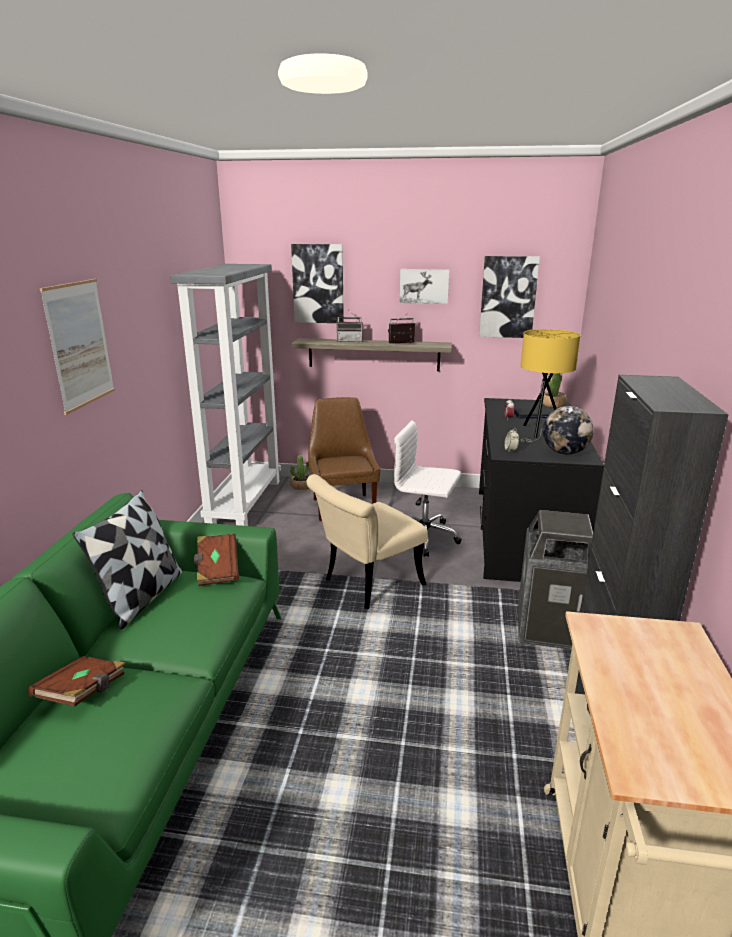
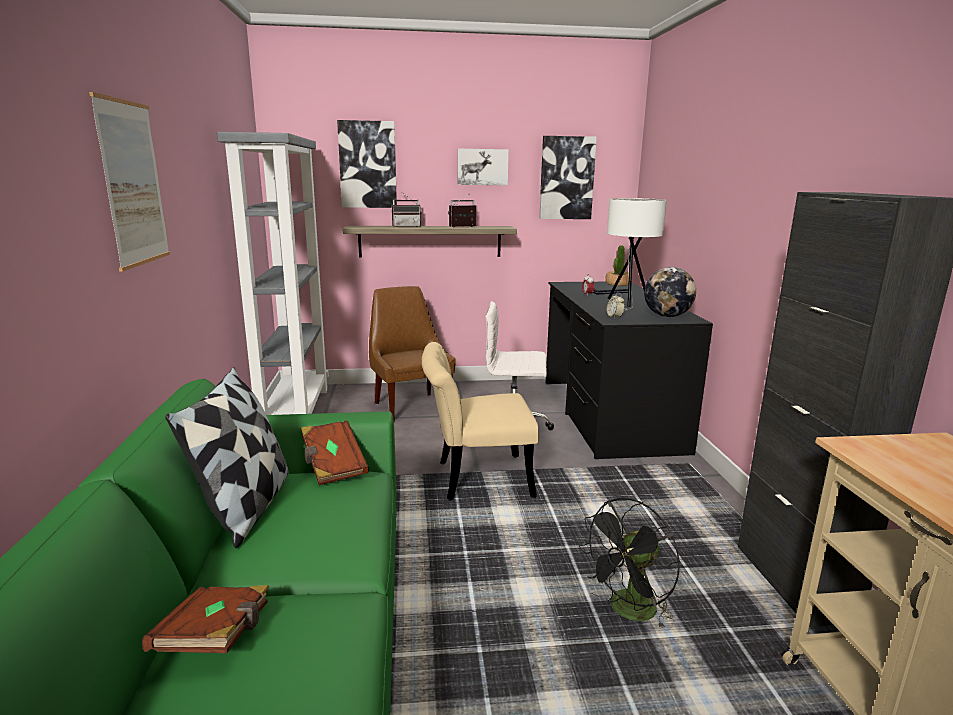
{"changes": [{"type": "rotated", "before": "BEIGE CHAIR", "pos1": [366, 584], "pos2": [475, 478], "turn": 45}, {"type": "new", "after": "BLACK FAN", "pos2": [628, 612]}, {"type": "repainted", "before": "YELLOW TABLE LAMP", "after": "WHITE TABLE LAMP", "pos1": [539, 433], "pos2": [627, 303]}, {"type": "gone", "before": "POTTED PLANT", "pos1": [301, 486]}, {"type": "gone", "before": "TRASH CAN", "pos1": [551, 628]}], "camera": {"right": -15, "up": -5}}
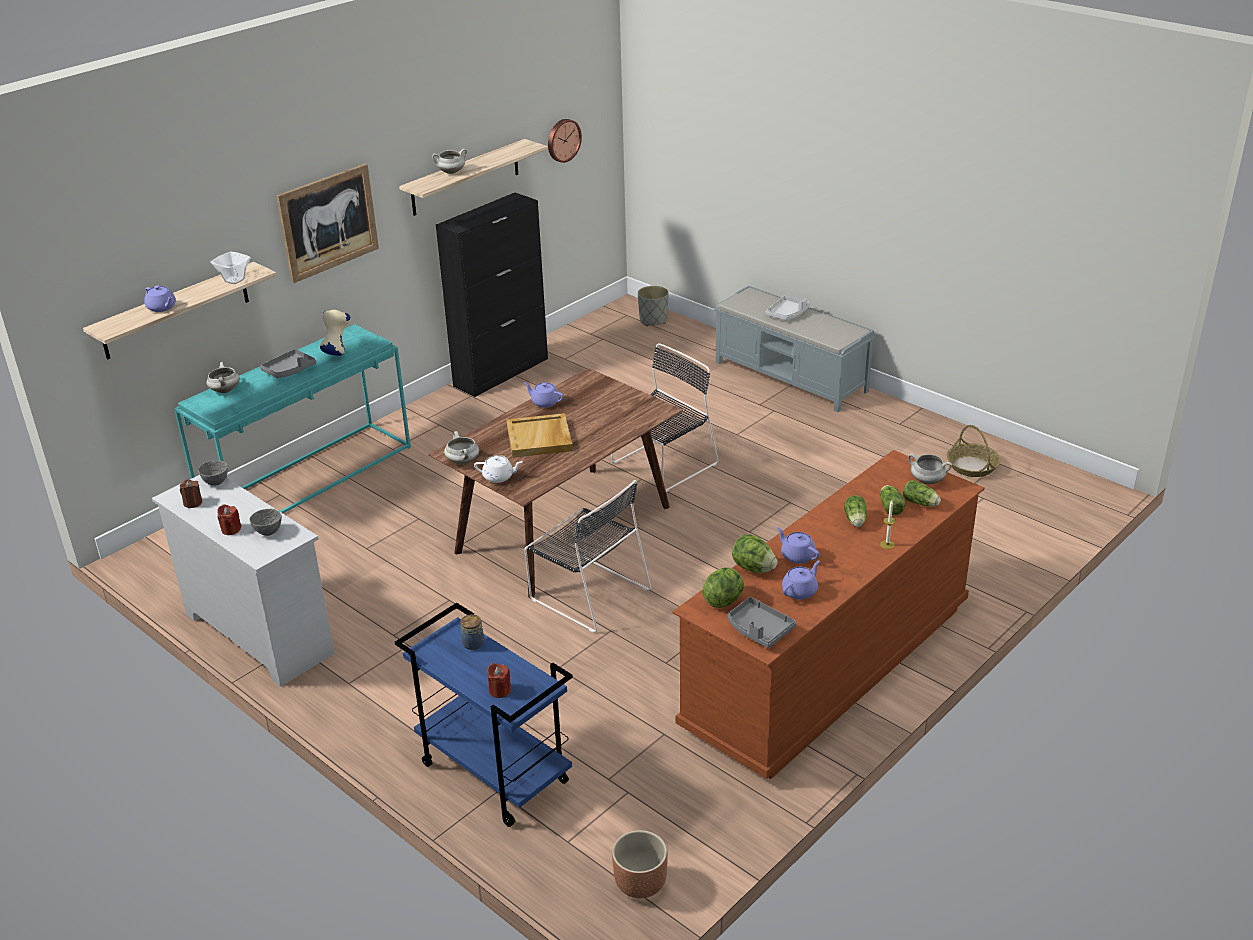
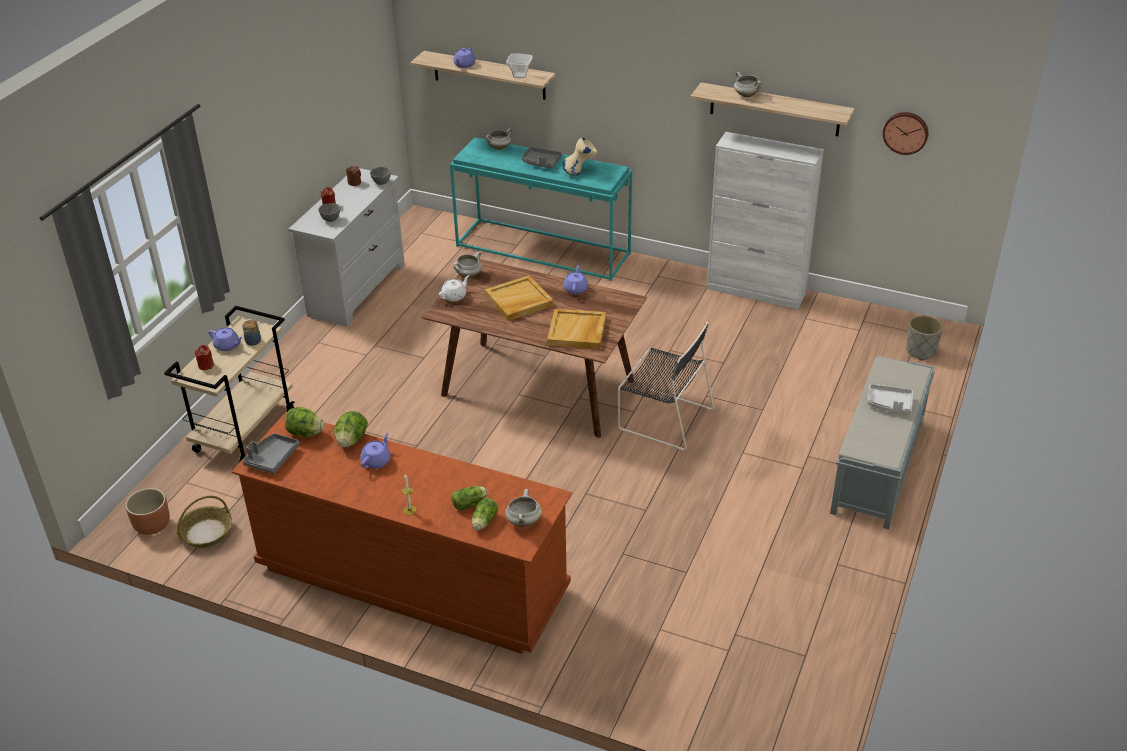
{"changes": [{"type": "repainted", "before": "BLUE CART", "after": "BEIGE CART", "pos1": [492, 773], "pos2": [245, 430]}, {"type": "shifted", "before": "BASKET", "pos1": [972, 466], "pos2": [206, 533]}, {"type": "shifted", "before": "PURPLE TEAPOT", "pos1": [800, 591], "pos2": [227, 346]}, {"type": "rotated", "before": "WHITE TEAPOT", "pos1": [499, 477], "pos2": [454, 296], "turn": -120}, {"type": "new", "after": "BEIGE TRAY", "pos2": [577, 331]}, {"type": "repainted", "before": "BLACK CABINET", "after": "WHITE CABINET", "pos1": [501, 372], "pos2": [756, 291]}, {"type": "gone", "before": "PICTURE", "pos1": [328, 222]}, {"type": "gone", "before": "BLACK CHAIR", "pos1": [587, 593]}, {"type": "gone", "before": "LETTUCE", "pos1": [855, 521]}], "camera": {"right": 70, "up": 5}}
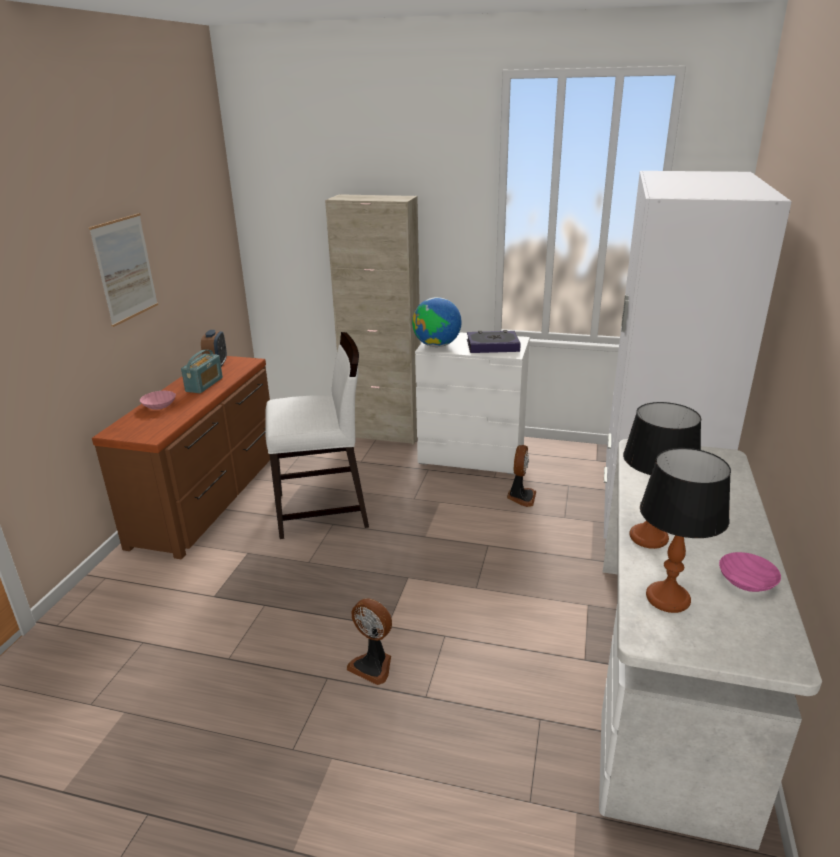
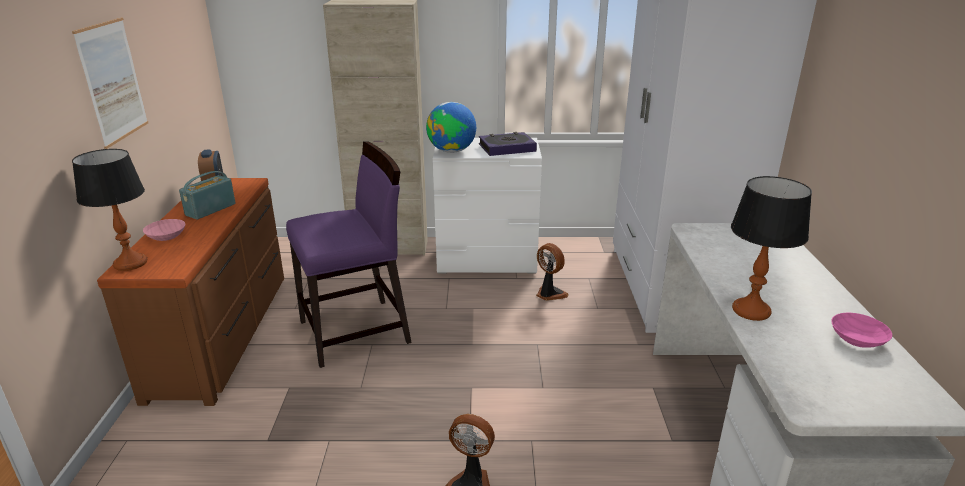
{"changes": [{"type": "shifted", "before": "TABLE LAMP", "pos1": [668, 599], "pos2": [130, 263]}, {"type": "rotated", "before": "RADIO", "pos1": [204, 384], "pos2": [210, 209], "turn": -150}, {"type": "repainted", "before": "WHITE CHAIR", "after": "PURPLE CHAIR", "pos1": [323, 510], "pos2": [356, 332]}, {"type": "rotated", "before": "FAN", "pos1": [521, 497], "pos2": [549, 294], "turn": -45}], "camera": {"right": -15, "up": 0}}
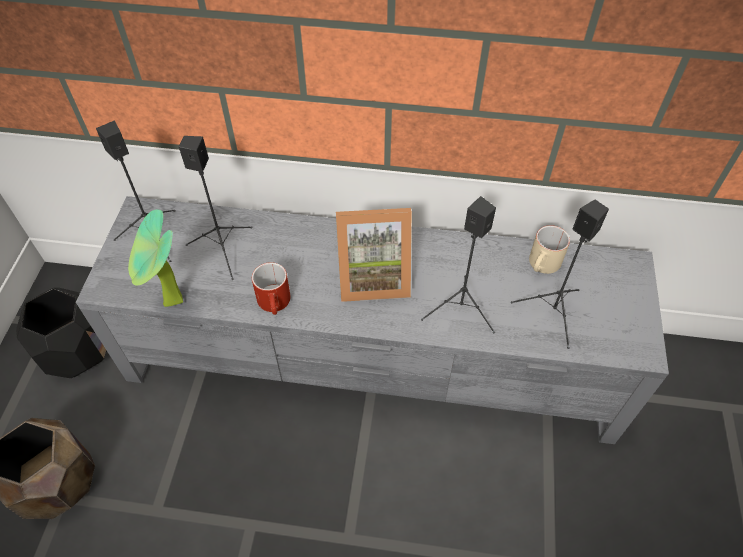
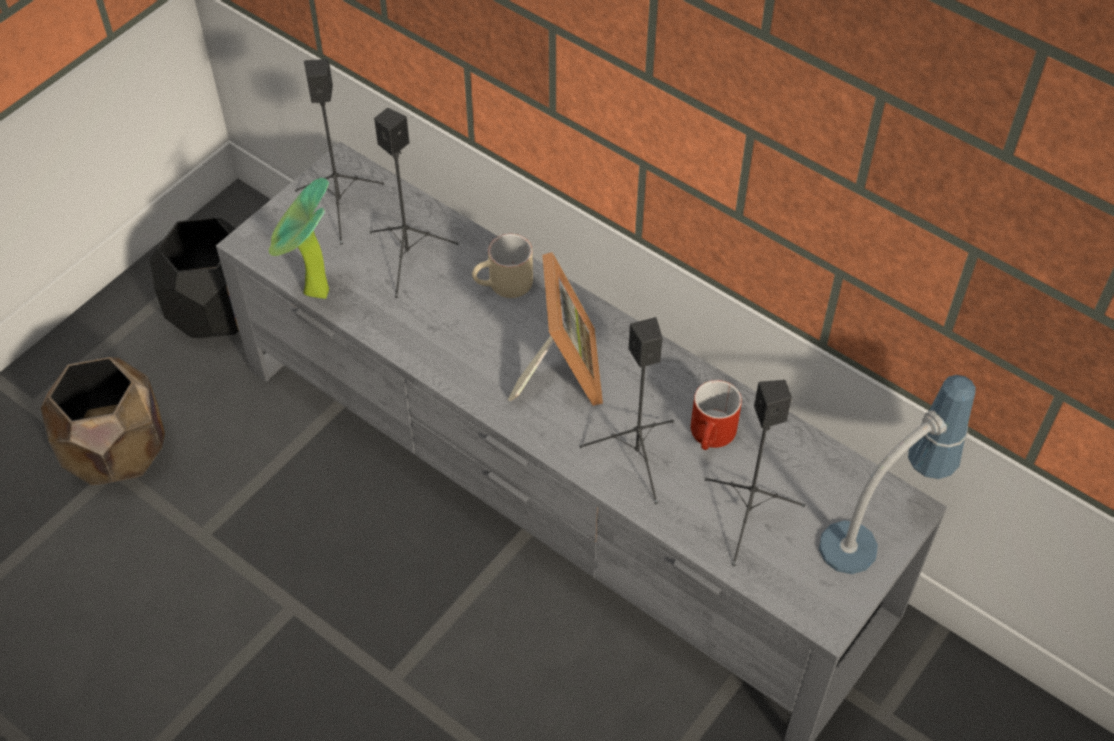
{"changes": [{"type": "shifted", "before": "BEIGE MUG", "pos1": [543, 266], "pos2": [503, 285]}, {"type": "rotated", "before": "PICTURE FRAME", "pos1": [373, 277], "pos2": [559, 370], "turn": -120}, {"type": "shifted", "before": "RED MUG", "pos1": [275, 304], "pos2": [712, 437]}, {"type": "new", "after": "TABLE LAMP", "pos2": [879, 529]}], "camera": {"right": 30, "up": 0}}
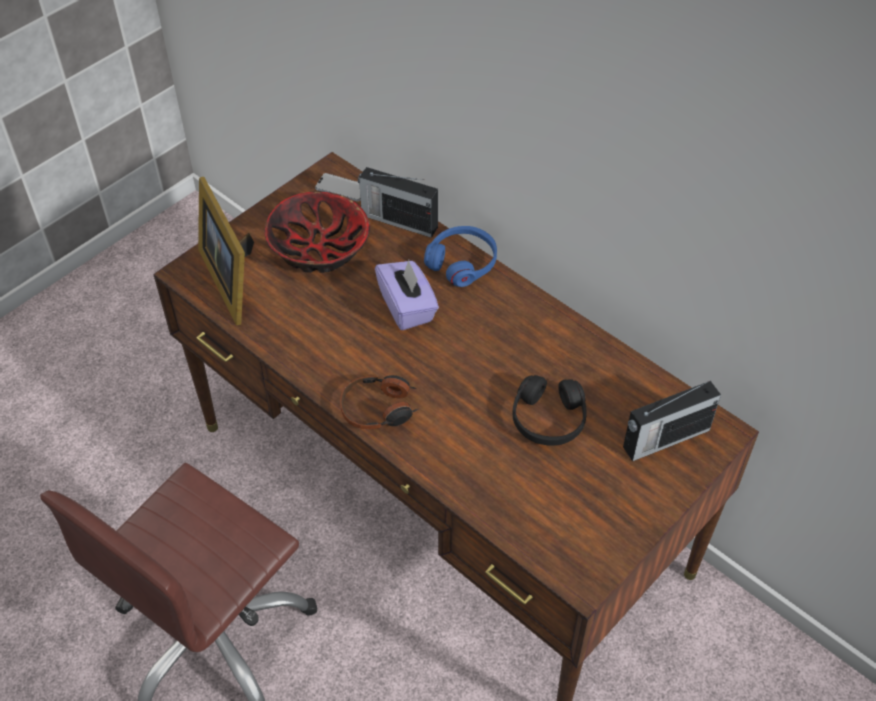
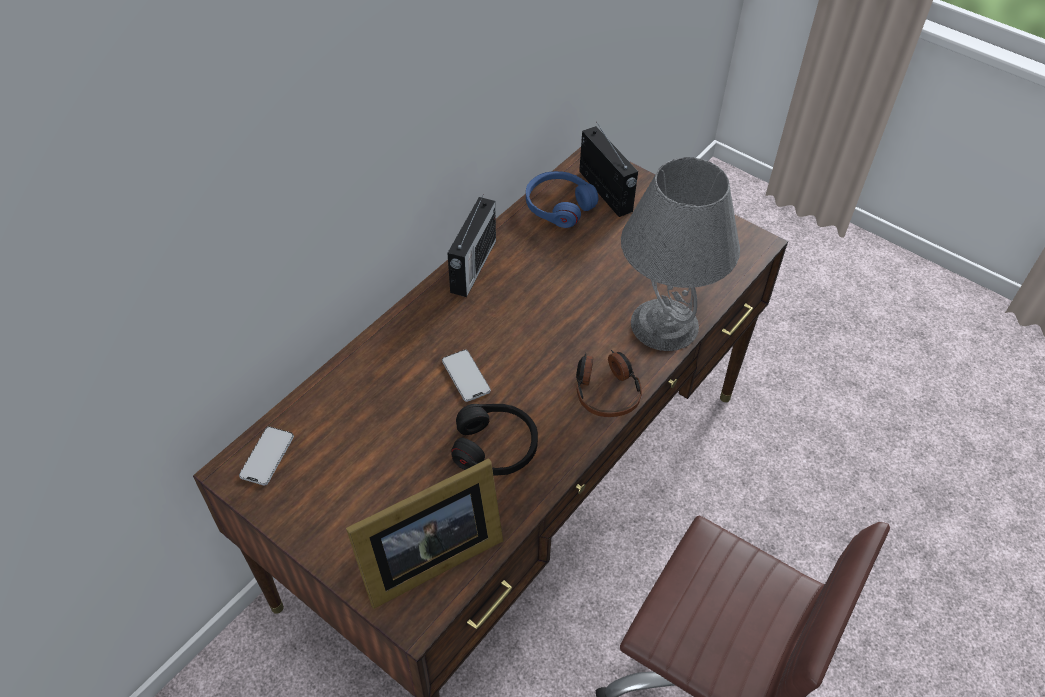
{"changes": [{"type": "swapped", "before": "PURPLE TISSUE BOX", "after": "PHONE", "pos1": [407, 307], "pos2": [466, 376]}, {"type": "shifted", "before": "RADIO", "pos1": [398, 220], "pos2": [472, 267]}, {"type": "shifted", "before": "BLACK HEADPHONES", "pos1": [548, 419], "pos2": [495, 447]}, {"type": "shifted", "before": "BLUE HEADPHONES", "pos1": [462, 262], "pos2": [558, 206]}, {"type": "new", "after": "GREY TABLE LAMP", "pos2": [665, 324]}, {"type": "gone", "before": "BOWL", "pos1": [320, 249]}], "camera": {"right": -95, "up": 0}}
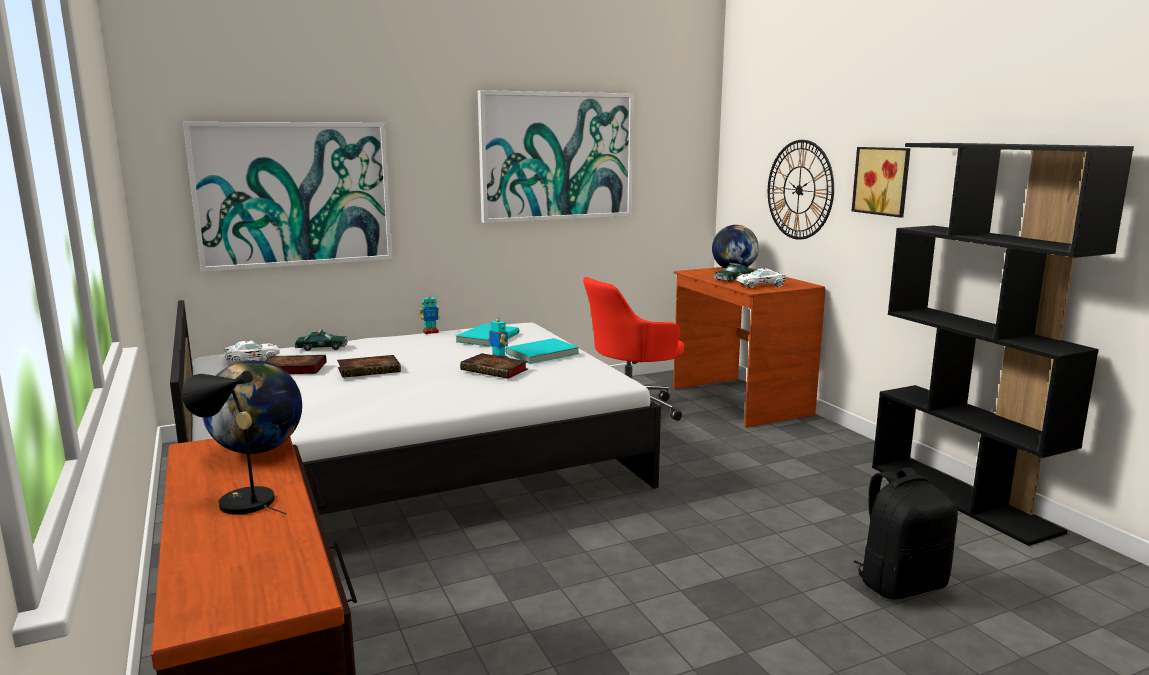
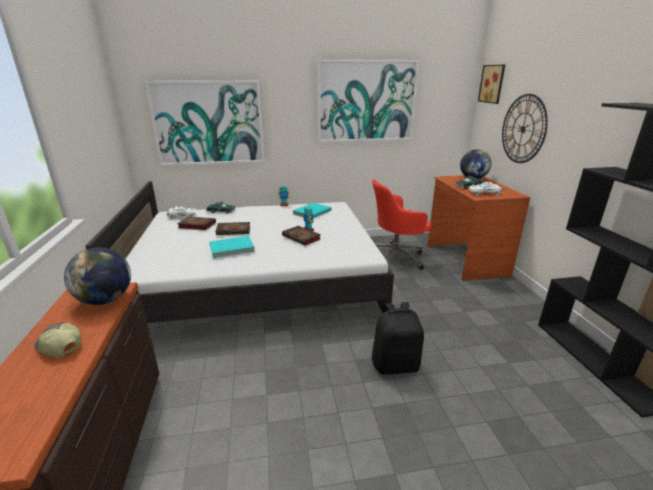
{"changes": [{"type": "swapped", "before": "BLACK TABLE LAMP", "after": "CAP", "pos1": [239, 501], "pos2": [59, 346]}, {"type": "shifted", "before": "TURQUOISE BOOK", "pos1": [543, 354], "pos2": [232, 248]}, {"type": "shifted", "before": "BLACK BACKPACK", "pos1": [900, 584], "pos2": [395, 364]}, {"type": "shifted", "before": "PICTURE", "pos1": [883, 181], "pos2": [493, 84]}], "camera": {"right": 15, "up": 10}}
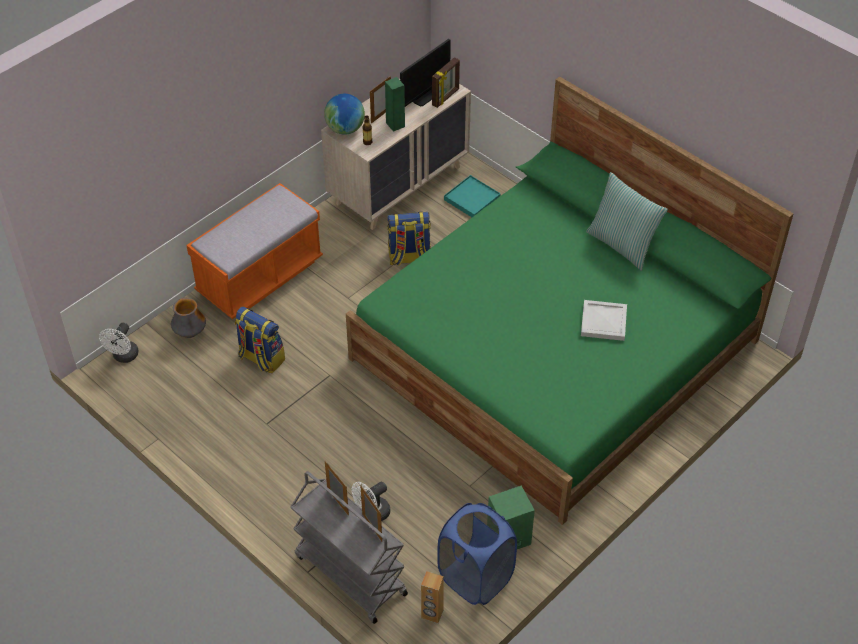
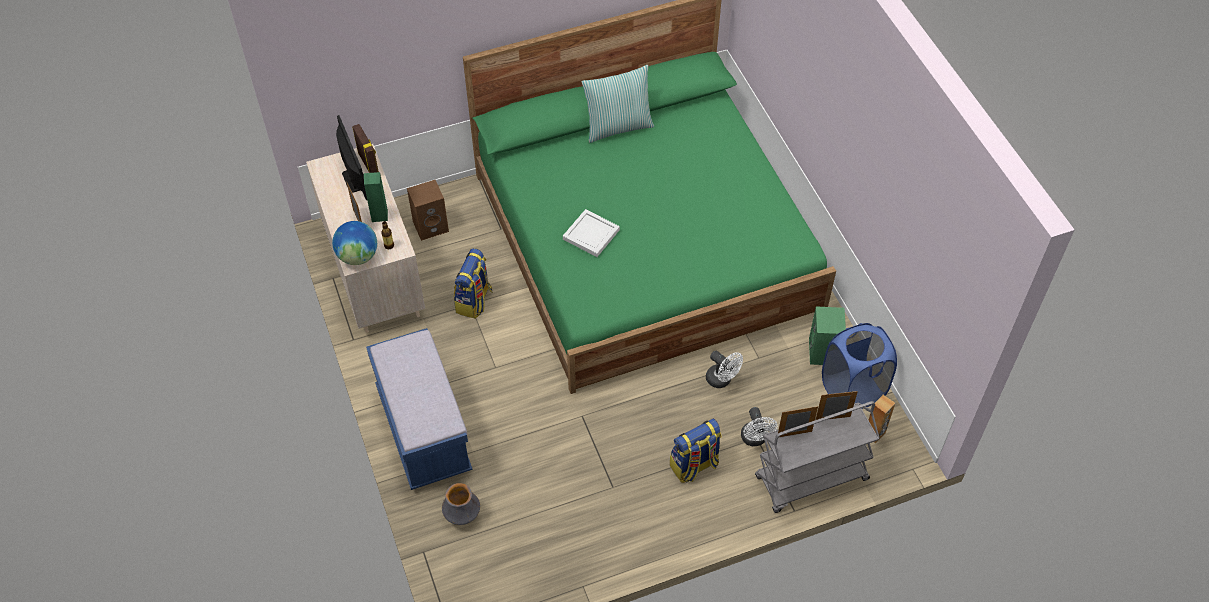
{"changes": [{"type": "repainted", "before": "ORANGE BENCH", "after": "BLUE BENCH", "pos1": [260, 277], "pos2": [423, 430]}, {"type": "swapped", "before": "TURQUOISE TRAY", "after": "BROWN SPEAKER", "pos1": [472, 199], "pos2": [431, 226]}, {"type": "shifted", "before": "WHITE TRAY", "pos1": [603, 321], "pos2": [590, 234]}, {"type": "shifted", "before": "BACKPACK", "pos1": [261, 358], "pos2": [694, 466]}, {"type": "shifted", "before": "WHITE FAN", "pos1": [124, 357], "pos2": [722, 380]}], "camera": {"right": -65, "up": 5}}
